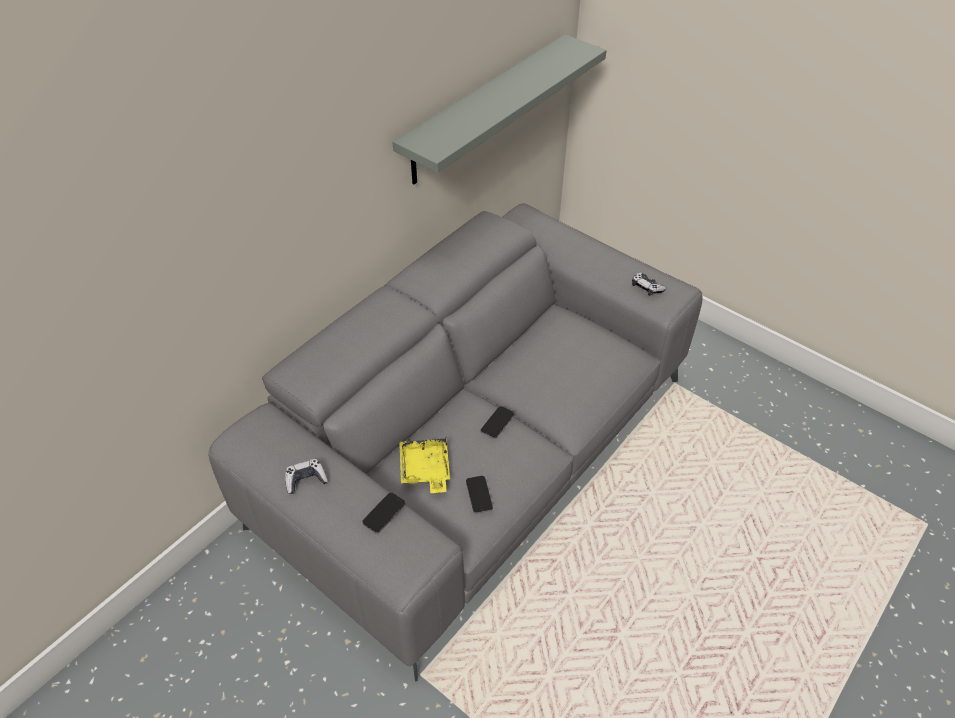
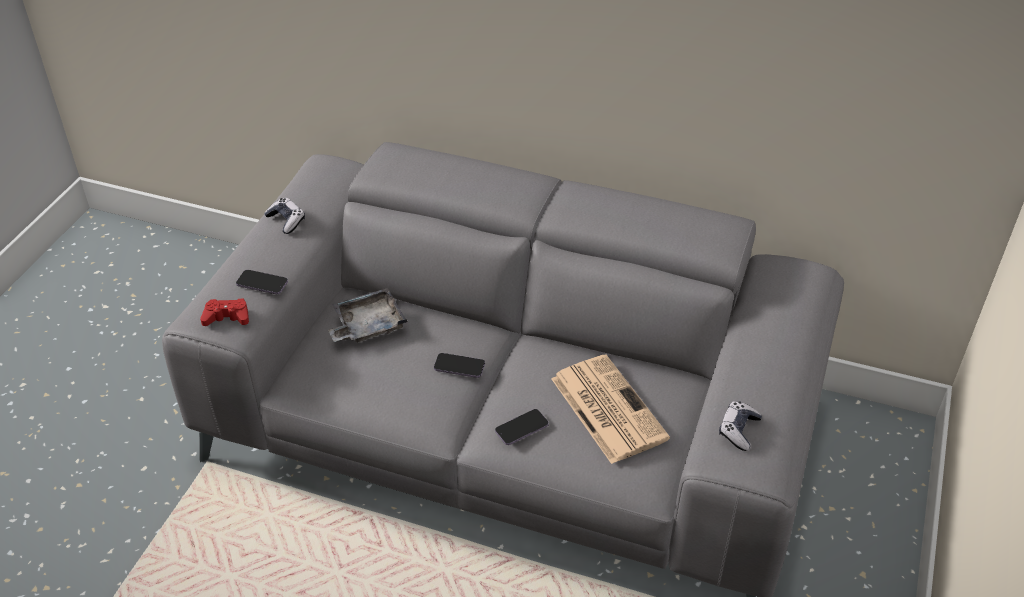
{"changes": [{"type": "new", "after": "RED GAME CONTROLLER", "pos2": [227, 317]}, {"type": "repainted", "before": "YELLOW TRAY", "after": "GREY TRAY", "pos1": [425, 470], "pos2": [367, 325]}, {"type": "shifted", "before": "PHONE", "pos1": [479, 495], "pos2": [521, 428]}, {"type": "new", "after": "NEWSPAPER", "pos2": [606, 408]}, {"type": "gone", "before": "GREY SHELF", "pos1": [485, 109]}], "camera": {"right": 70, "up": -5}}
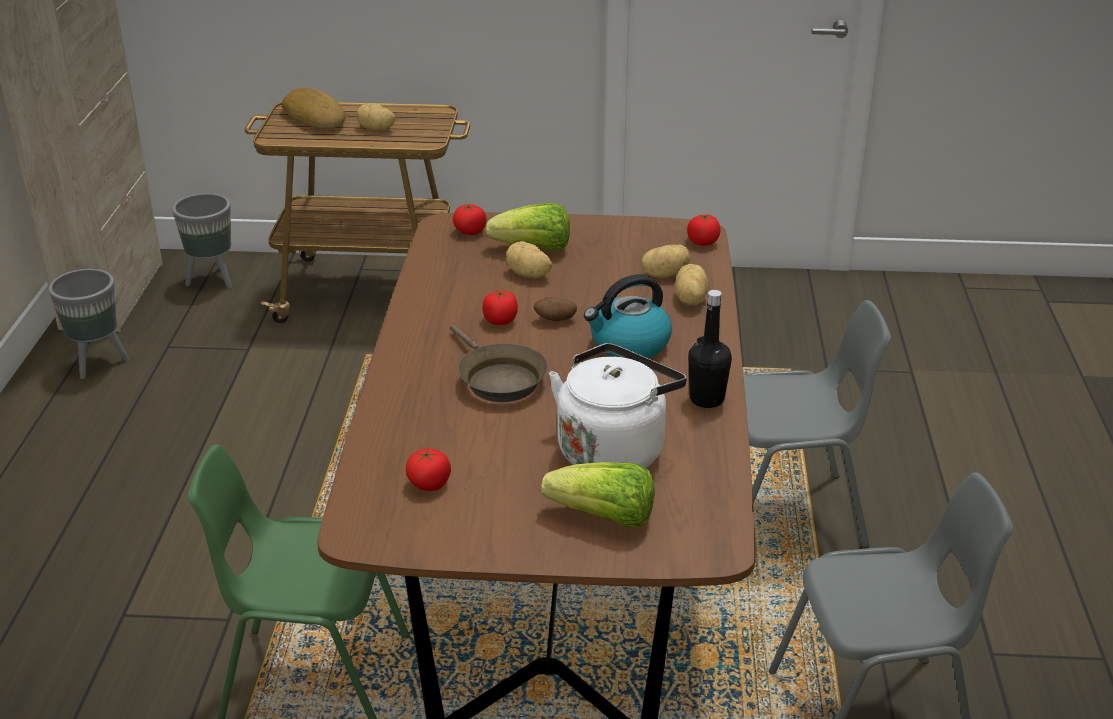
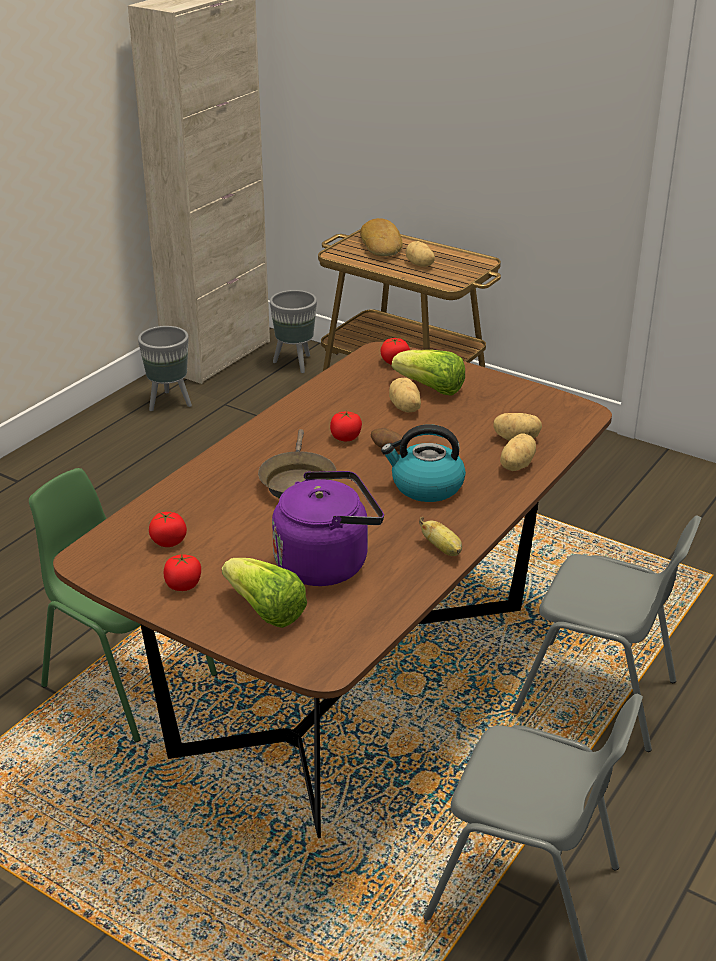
{"changes": [{"type": "shifted", "before": "TOMATO", "pos1": [703, 242], "pos2": [183, 585]}, {"type": "repainted", "before": "WHITE KETTLE", "after": "PURPLE KETTLE", "pos1": [613, 449], "pos2": [327, 563]}, {"type": "swapped", "before": "BLACK BOTTLE", "after": "BANANA", "pos1": [706, 399], "pos2": [442, 549]}], "camera": {"right": 30, "up": 0}}
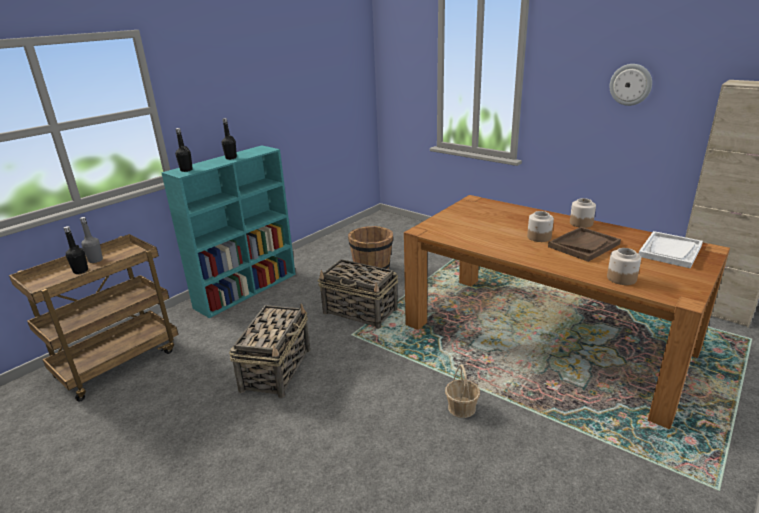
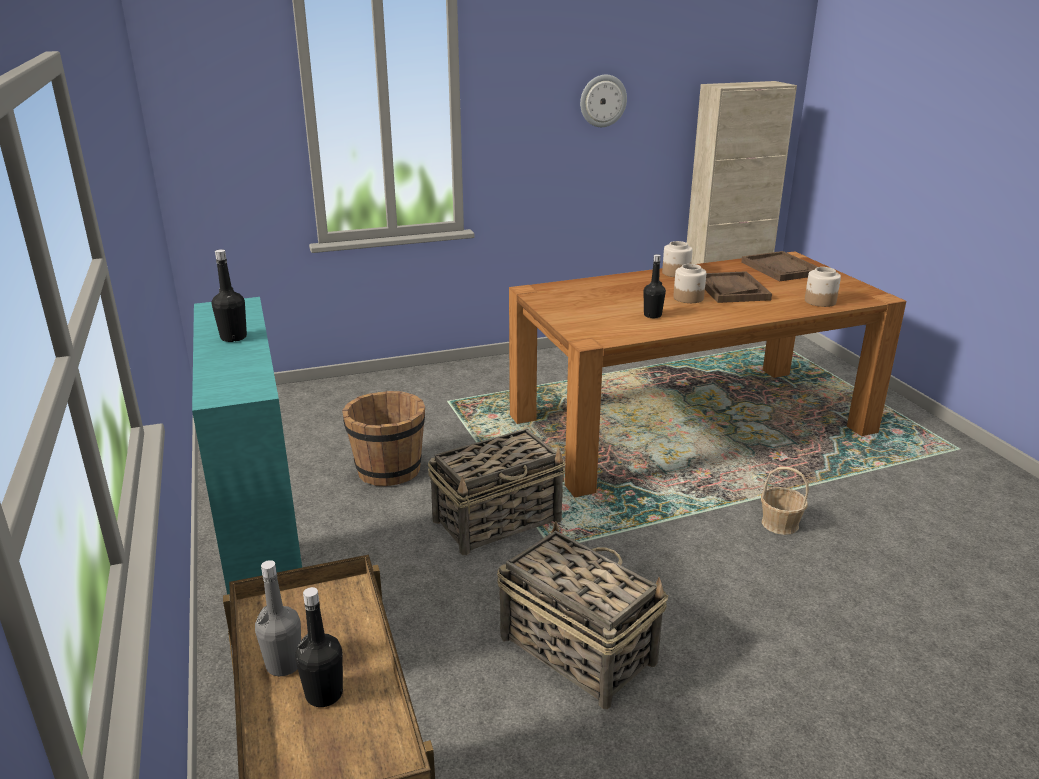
{"changes": [{"type": "shifted", "before": "BLACK BOTTLE", "pos1": [186, 170], "pos2": [652, 315]}, {"type": "repainted", "before": "WHITE TRAY", "after": "BROWN TRAY", "pos1": [670, 251], "pos2": [781, 268]}], "camera": {"right": -60, "up": 0}}
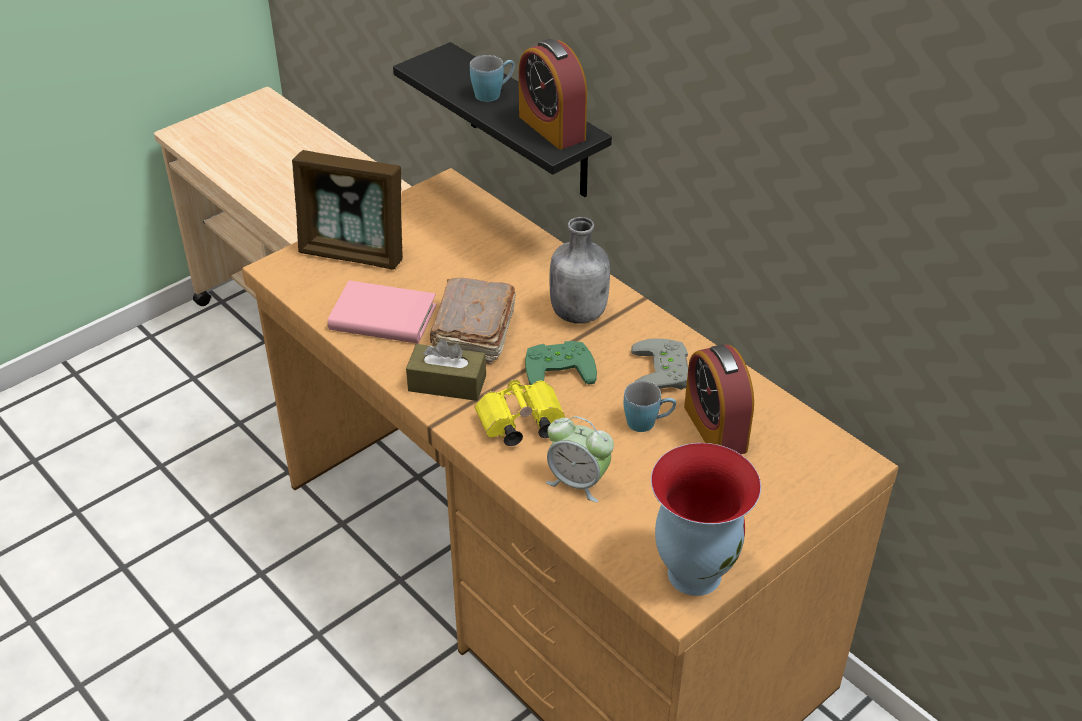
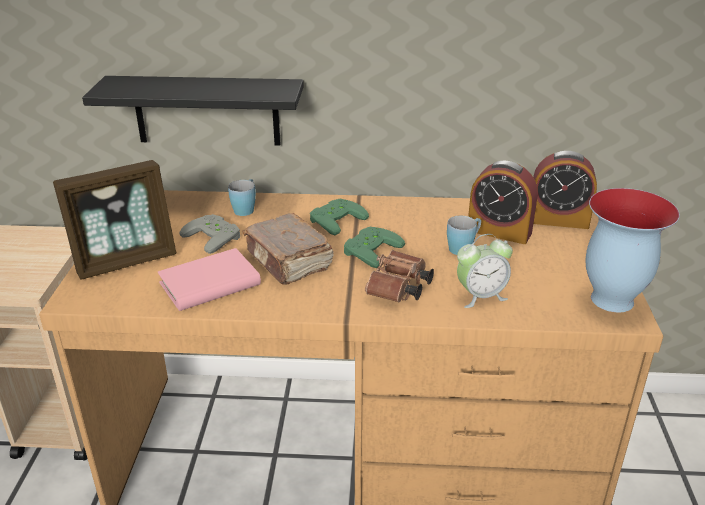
{"changes": [{"type": "shifted", "before": "GREY GAME CONTROLLER", "pos1": [665, 371], "pos2": [215, 236]}, {"type": "shifted", "before": "BLUE MUG", "pos1": [493, 93], "pos2": [246, 208]}, {"type": "swapped", "before": "GREY BOTTLE", "after": "GREEN GAME CONTROLLER", "pos1": [579, 313], "pos2": [335, 219]}, {"type": "repainted", "before": "YELLOW BINOCULARS", "after": "BROWN BINOCULARS", "pos1": [518, 425], "pos2": [398, 289]}, {"type": "shifted", "before": "ALARM CLOCK", "pos1": [552, 128], "pos2": [558, 220]}, {"type": "gone", "before": "BROWN TISSUE BOX", "pos1": [447, 383]}], "camera": {"right": -45, "up": -10}}
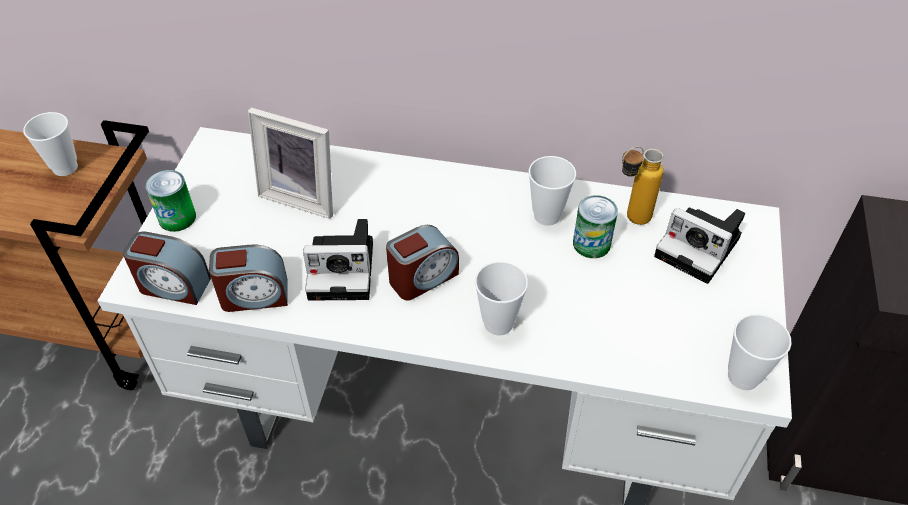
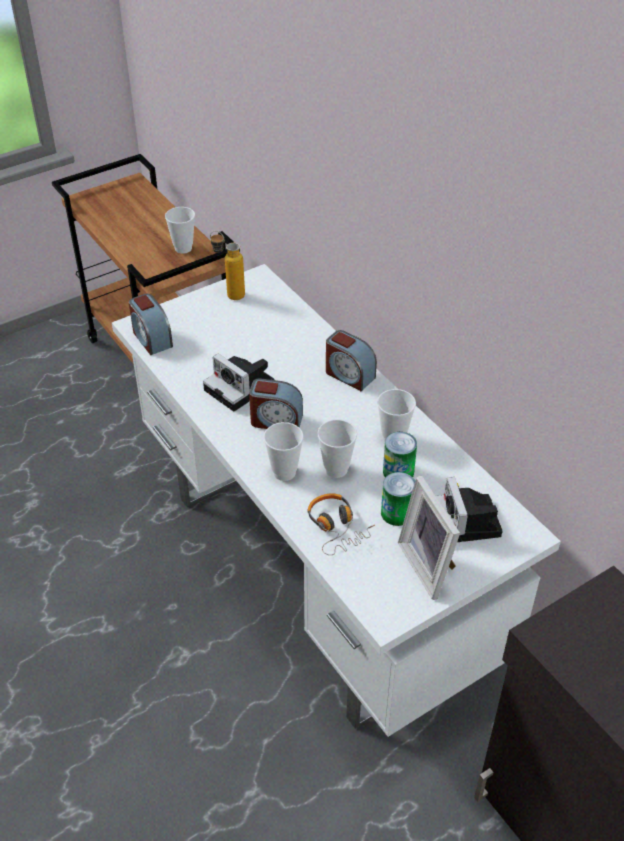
{"changes": [{"type": "shifted", "before": "BOTTLE", "pos1": [629, 219], "pos2": [229, 294]}, {"type": "new", "after": "HEADPHONES", "pos2": [336, 527]}, {"type": "shifted", "before": "CUP", "pos1": [743, 377], "pos2": [336, 469]}, {"type": "shifted", "before": "ALARM CLOCK", "pos1": [254, 295], "pos2": [349, 375]}, {"type": "shifted", "before": "CAN", "pos1": [177, 218], "pos2": [397, 513]}, {"type": "shifted", "before": "PICTURE FRAME", "pos1": [302, 195], "pos2": [430, 565]}], "camera": {"right": 45, "up": -5}}
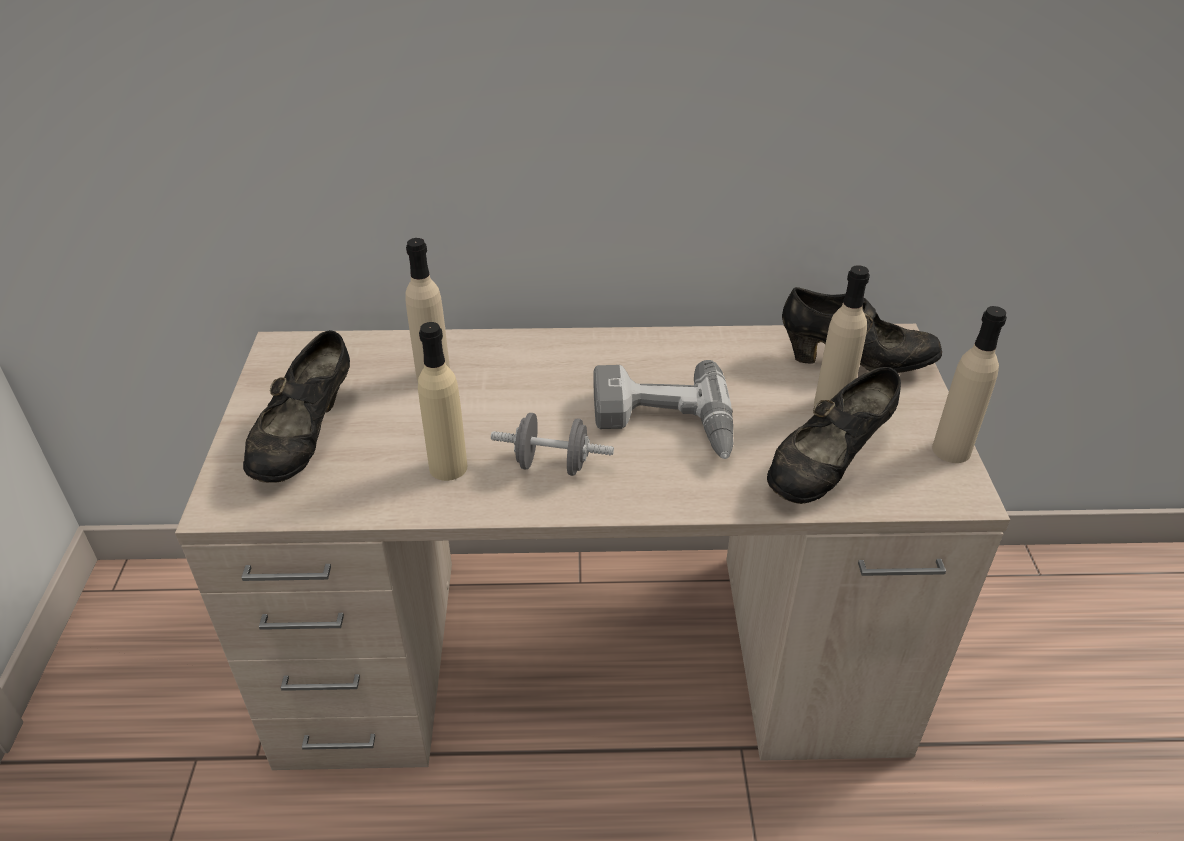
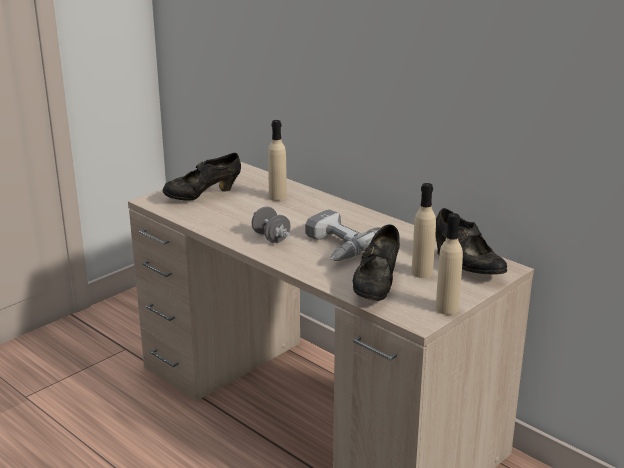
{"changes": [{"type": "rotated", "before": "BLACK SHOE", "pos1": [826, 467], "pos2": [376, 287], "turn": -75}, {"type": "gone", "before": "BEIGE BOTTLE", "pos1": [448, 467]}], "camera": {"right": 45, "up": -15}}
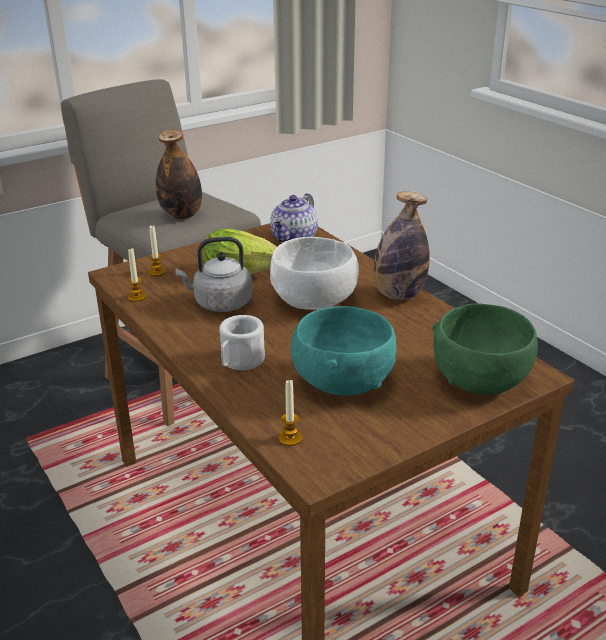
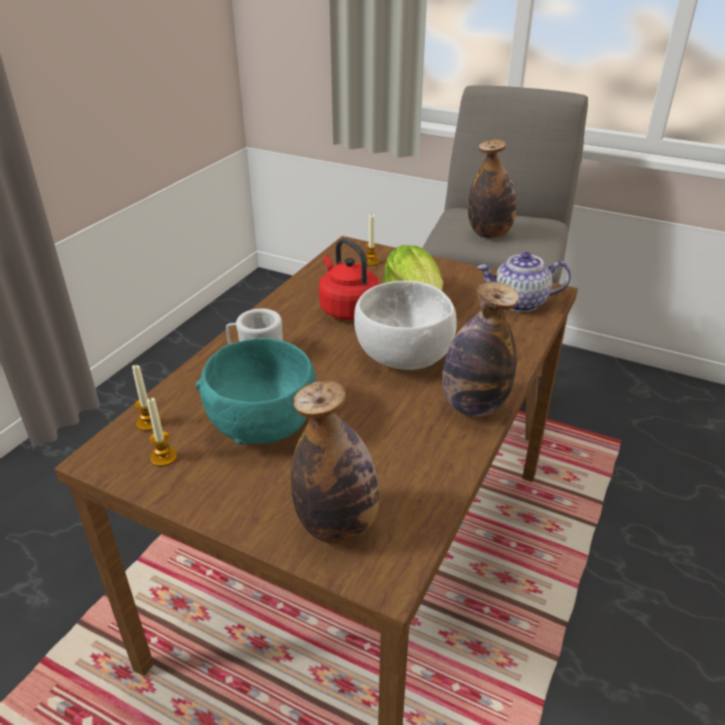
{"changes": [{"type": "shifted", "before": "CANDLE", "pos1": [137, 297], "pos2": [164, 457]}, {"type": "swapped", "before": "GREEN BOWL", "after": "BOTTLE", "pos1": [480, 379], "pos2": [338, 525]}, {"type": "repainted", "before": "GREY KETTLE", "after": "RED KETTLE", "pos1": [220, 303], "pos2": [347, 309]}], "camera": {"right": 60, "up": 5}}
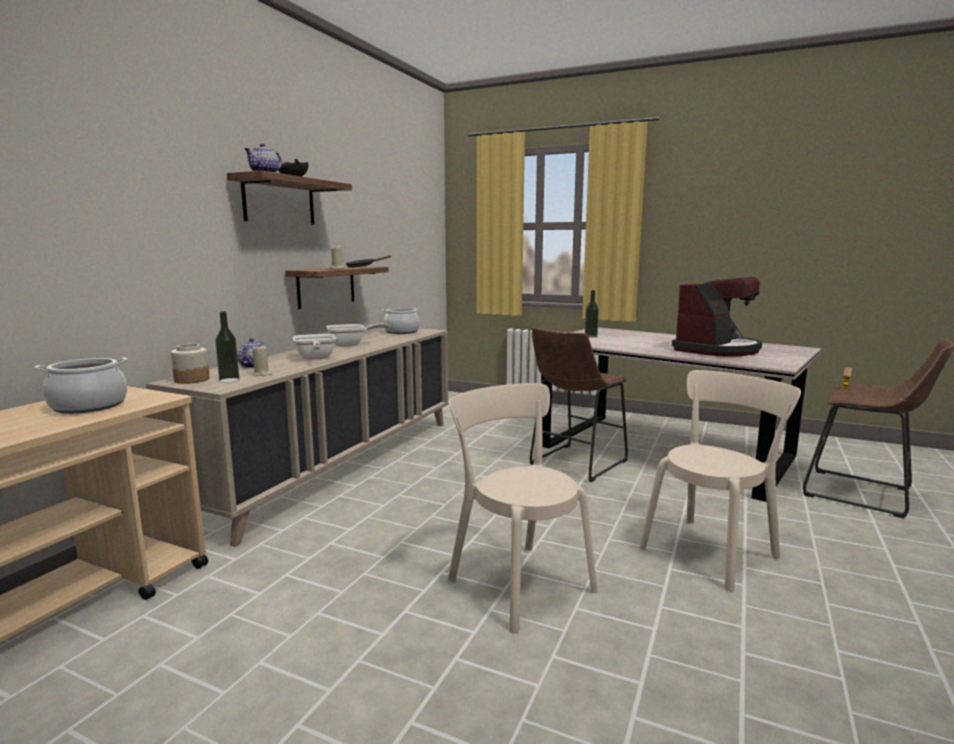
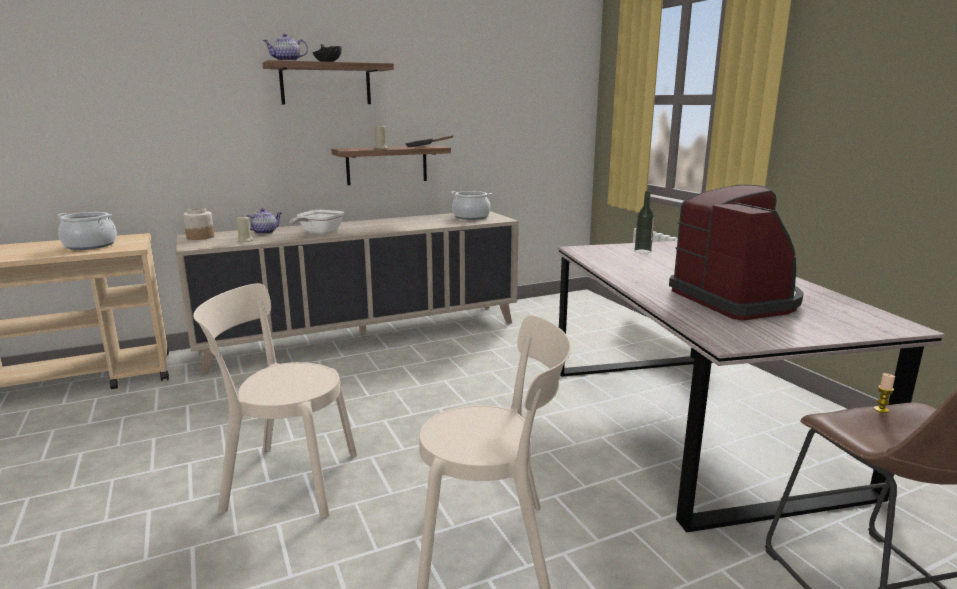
{"changes": [{"type": "rotated", "before": "BEIGE CHAIR", "pos1": [517, 582], "pos2": [285, 480], "turn": -90}, {"type": "rotated", "before": "COFFEE MACHINE", "pos1": [717, 350], "pos2": [736, 299], "turn": -105}, {"type": "gone", "before": "BOTTLE", "pos1": [229, 380]}, {"type": "gone", "before": "FRYING PAN", "pos1": [351, 345]}, {"type": "gone", "before": "BROWN STOOL", "pos1": [574, 464]}], "camera": {"right": 40, "up": 5}}
